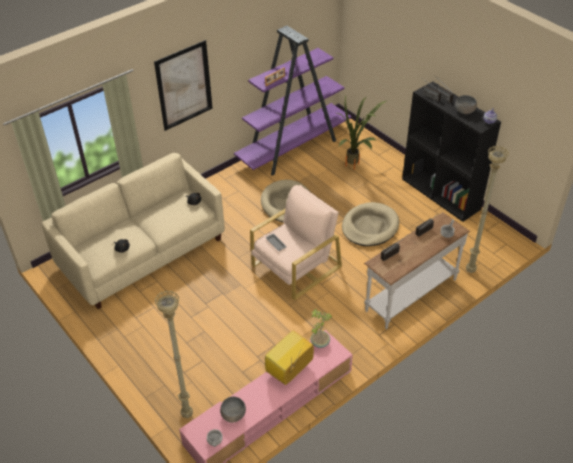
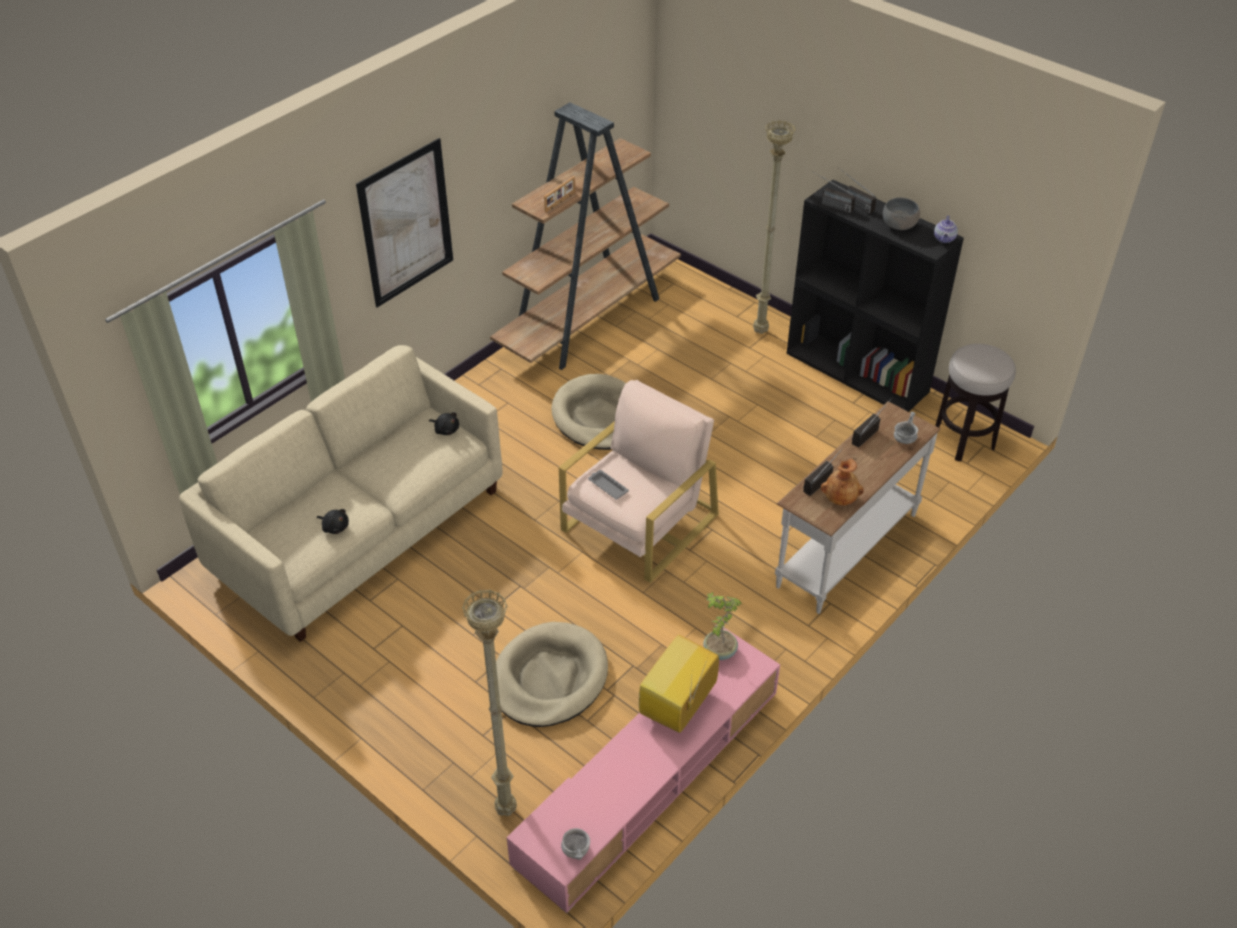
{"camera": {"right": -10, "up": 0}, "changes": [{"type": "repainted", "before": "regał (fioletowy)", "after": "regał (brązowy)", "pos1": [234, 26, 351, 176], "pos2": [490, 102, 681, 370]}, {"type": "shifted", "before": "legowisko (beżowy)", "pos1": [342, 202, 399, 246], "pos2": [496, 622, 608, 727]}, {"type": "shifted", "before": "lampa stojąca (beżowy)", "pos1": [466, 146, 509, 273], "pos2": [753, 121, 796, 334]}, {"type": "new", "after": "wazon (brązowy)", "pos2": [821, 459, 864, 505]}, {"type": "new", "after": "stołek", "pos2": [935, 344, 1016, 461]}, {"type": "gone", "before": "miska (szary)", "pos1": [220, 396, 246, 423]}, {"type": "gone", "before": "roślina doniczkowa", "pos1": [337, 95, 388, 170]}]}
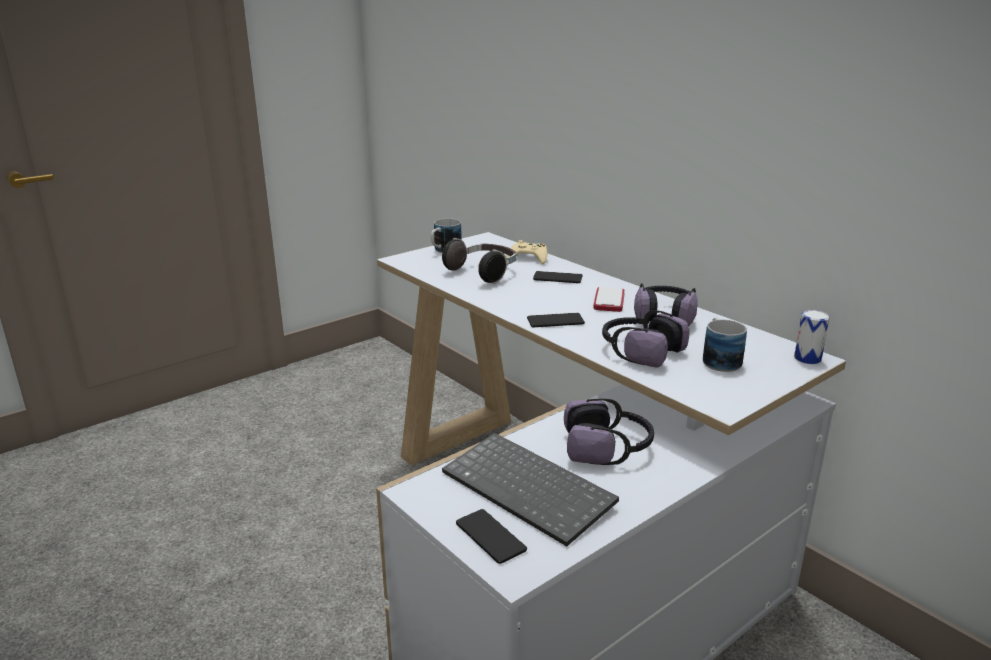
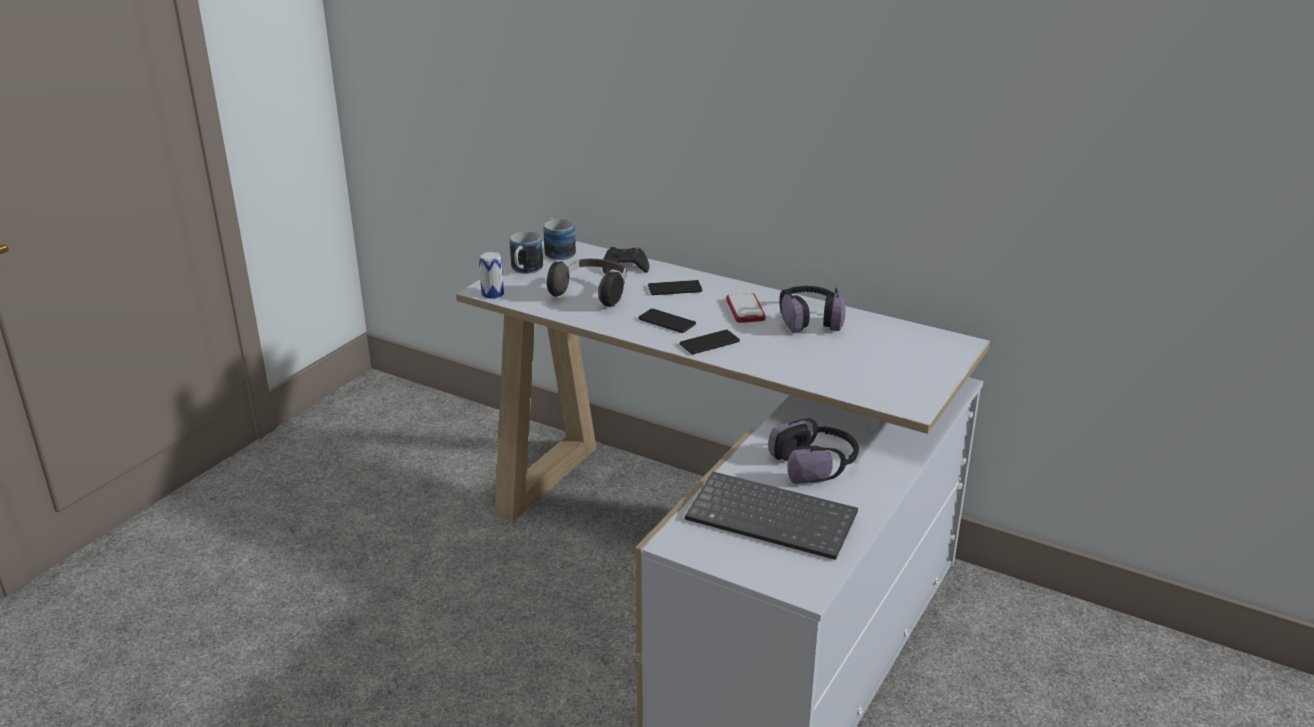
{"camera": {"right": -20, "up": 5}, "changes": [{"type": "shifted", "before": "puszka", "pos1": [794, 310, 830, 364], "pos2": [479, 251, 504, 299]}, {"type": "shifted", "before": "kubek", "pos1": [703, 317, 747, 372], "pos2": [544, 218, 576, 260]}, {"type": "repainted", "before": "pad do gier (beżowy)", "after": "pad do gier (czarny)", "pos1": [506, 240, 547, 264], "pos2": [602, 247, 649, 274]}, {"type": "shifted", "before": "telefon", "pos1": [456, 509, 527, 564], "pos2": [638, 308, 696, 333]}, {"type": "gone", "before": "słuchawki", "pos1": [602, 310, 690, 368]}]}
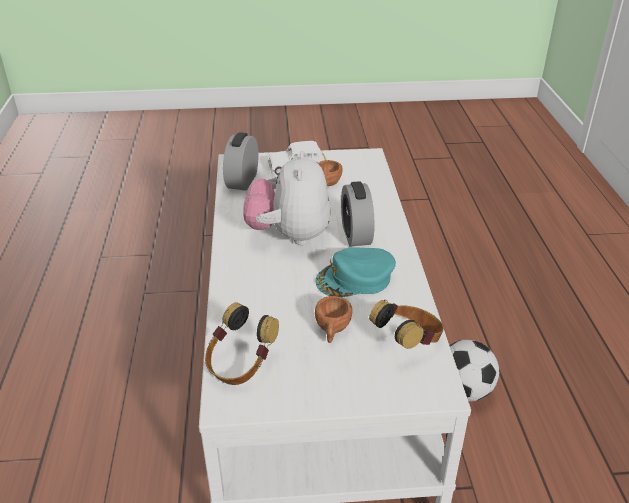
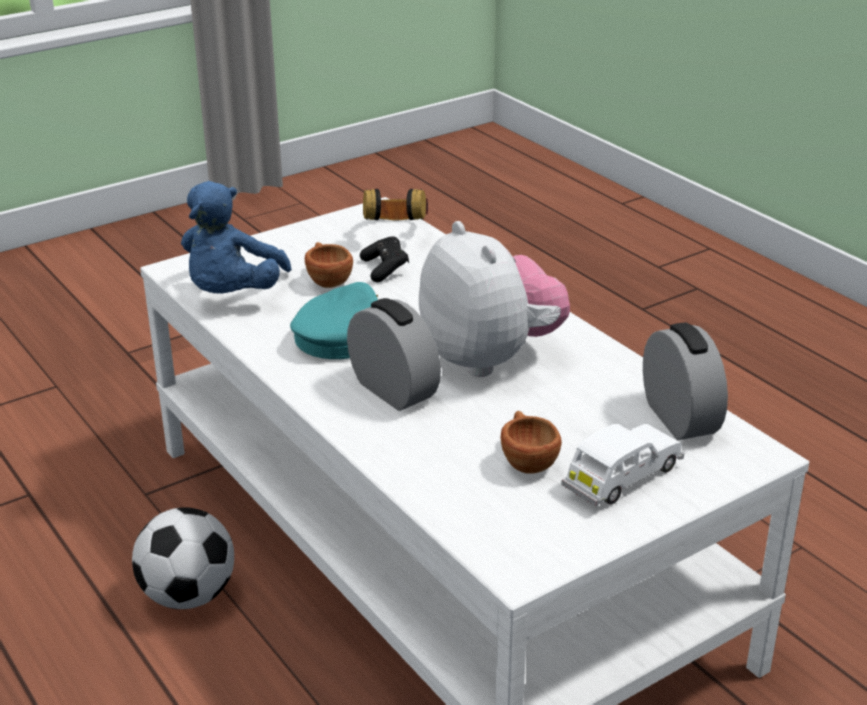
{"camera": {"right": 150, "up": -5}, "changes": [{"type": "swapped", "before": "słuchawki", "after": "pluszak (niebieski)", "pos1": [369, 300, 444, 349], "pos2": [181, 181, 292, 294]}, {"type": "new", "after": "pad do gier (czarny)", "pos2": [360, 236, 409, 282]}]}
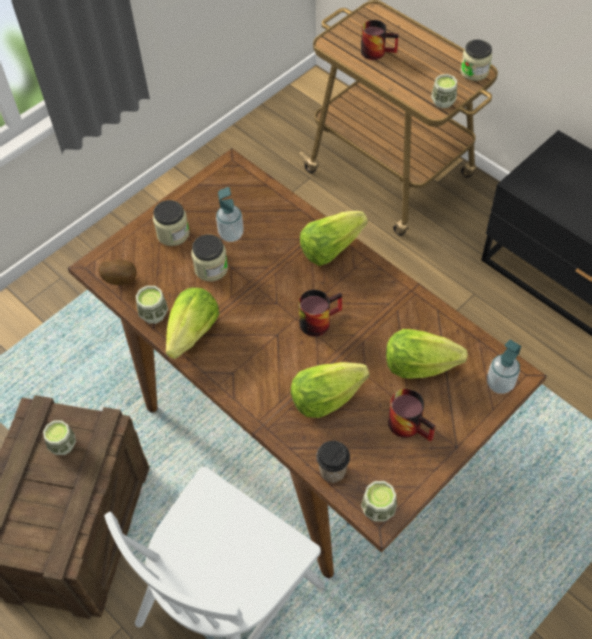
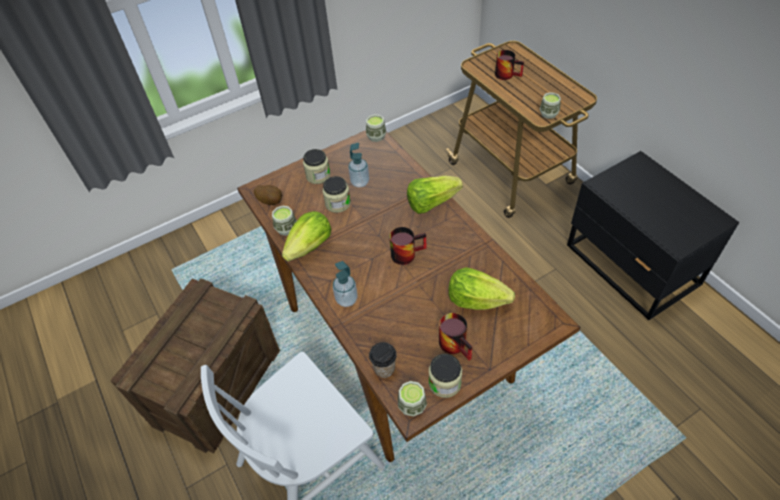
{"camera": {"right": 15, "up": -5}, "changes": [{"type": "shifted", "before": "dozownik mydła", "pos1": [487, 339, 521, 394], "pos2": [333, 261, 357, 307]}, {"type": "shifted", "before": "filiżanka", "pos1": [43, 420, 76, 455], "pos2": [366, 114, 386, 142]}, {"type": "shifted", "before": "słoik", "pos1": [461, 40, 492, 81], "pos2": [429, 354, 462, 398]}, {"type": "gone", "before": "sałata", "pos1": [291, 362, 369, 418]}]}
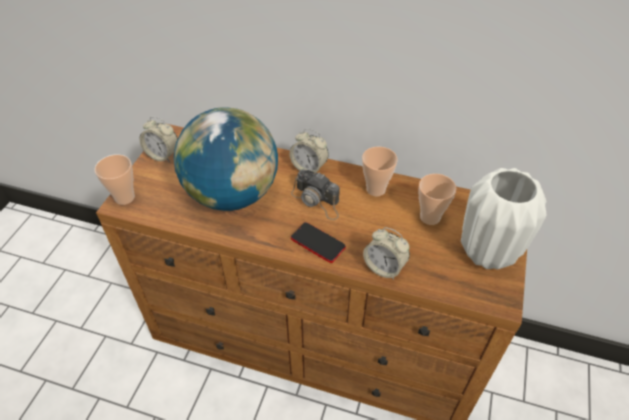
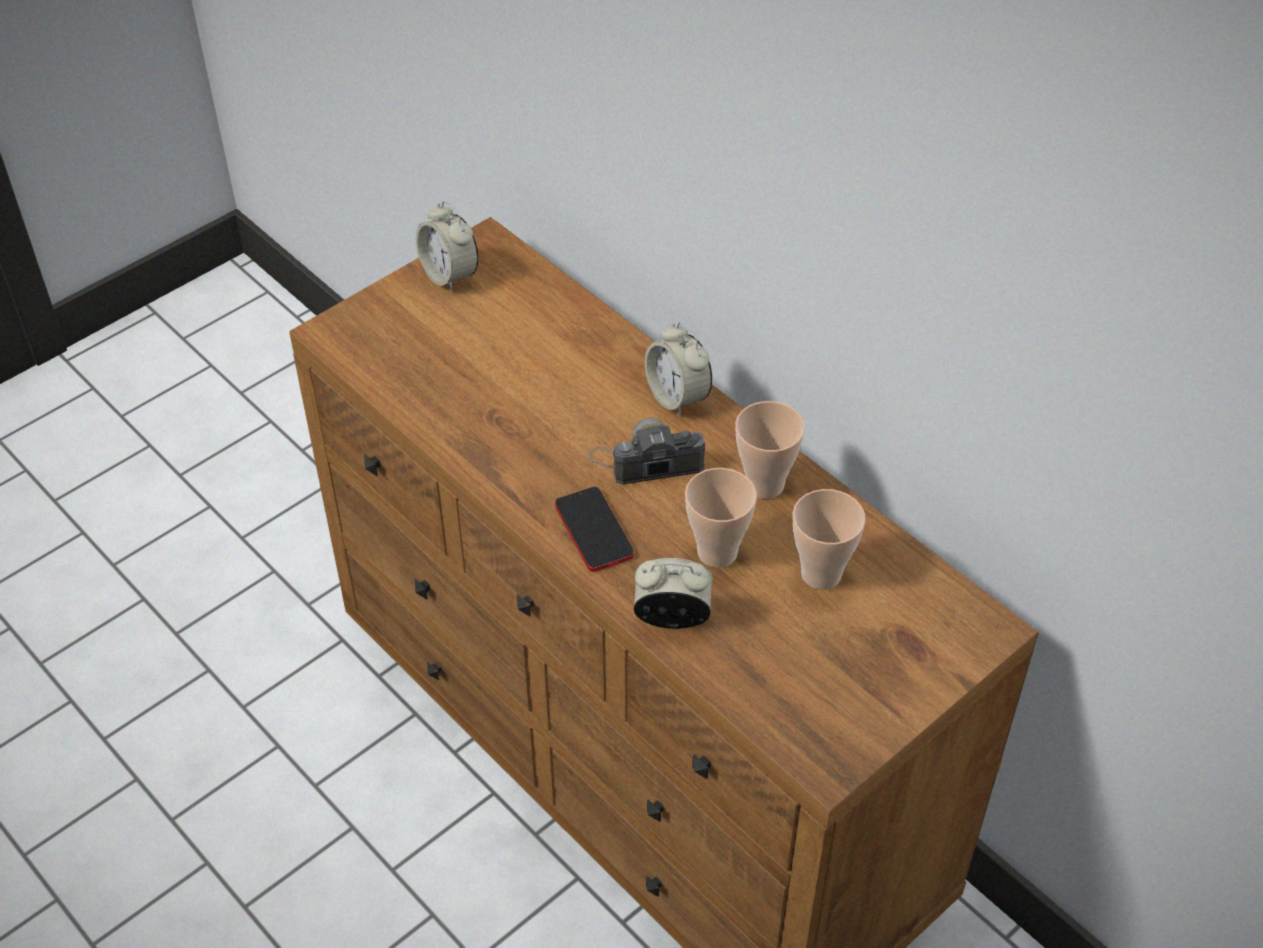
{"camera": {"right": 30, "up": 0}, "changes": [{"type": "rotated", "before": "aparat fotograficzny", "pos1": [291, 170, 340, 220], "pos2": [588, 418, 705, 484], "turn": 105}, {"type": "rotated", "before": "budzik", "pos1": [363, 227, 410, 280], "pos2": [634, 558, 713, 629], "turn": 120}, {"type": "shifted", "before": "filiżanka", "pos1": [95, 154, 135, 205], "pos2": [685, 468, 757, 568]}, {"type": "gone", "before": "globus", "pos1": [174, 107, 278, 211]}, {"type": "gone", "before": "wazon (biały)", "pos1": [461, 168, 547, 269]}]}
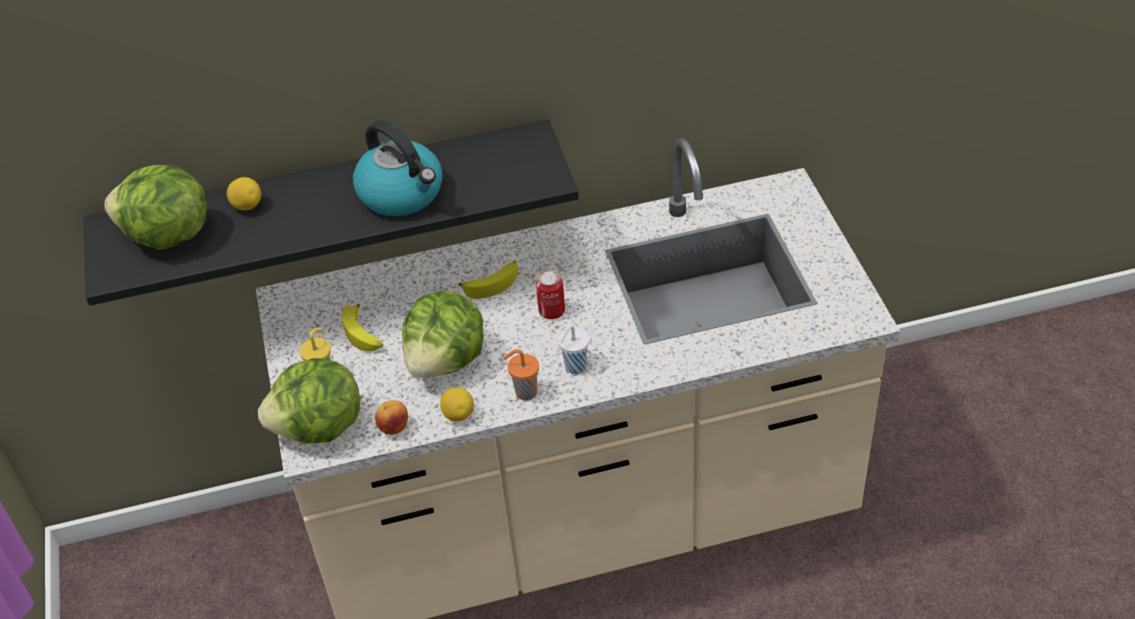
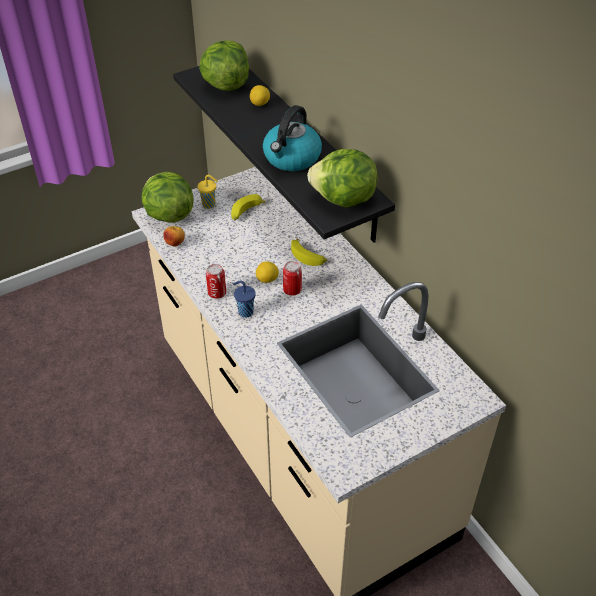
{"camera": {"right": 70, "up": 0}, "changes": [{"type": "swapped", "before": "filiżanka (pomarańczowy)", "after": "puszka", "pos1": [503, 349, 539, 400], "pos2": [206, 264, 226, 299]}, {"type": "repainted", "before": "filiżanka (biały)", "after": "filiżanka (niebieski)", "pos1": [558, 325, 589, 374], "pos2": [233, 281, 255, 318]}, {"type": "shifted", "before": "cytryna", "pos1": [440, 387, 474, 422], "pos2": [256, 261, 279, 283]}, {"type": "shifted", "before": "sałata", "pos1": [402, 291, 484, 378], "pos2": [307, 149, 378, 208]}]}
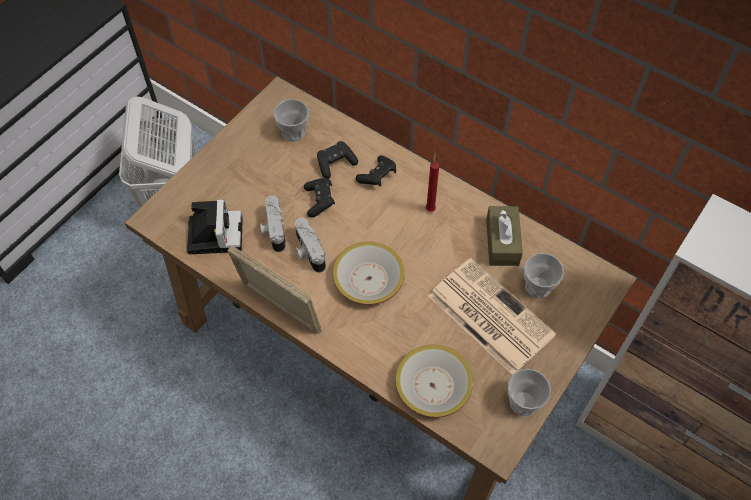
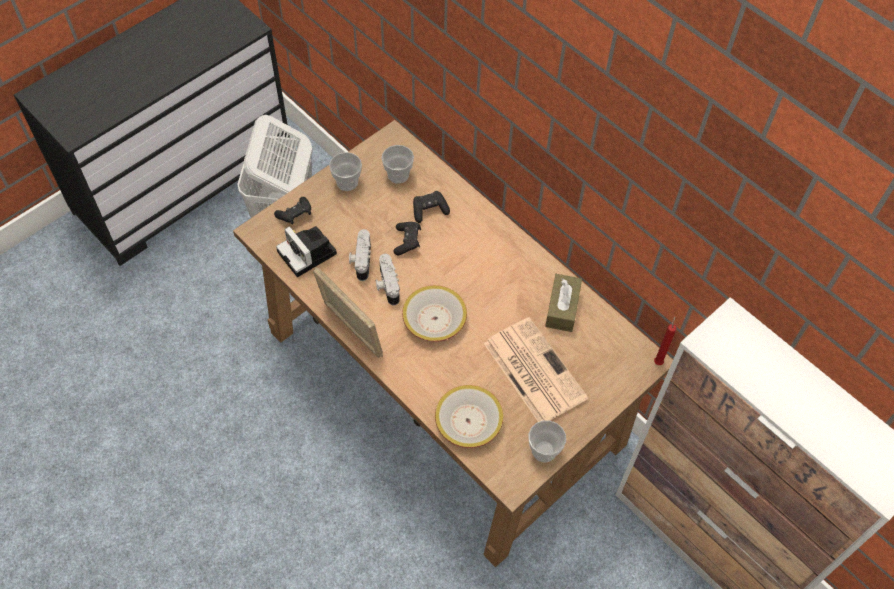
{"camera": {"right": 10, "up": 0}, "changes": [{"type": "shifted", "before": "pad do gier (czarny)", "pos1": [356, 155, 396, 186], "pos2": [274, 197, 311, 225]}, {"type": "rotated", "before": "aparat fotograficzny", "pos1": [187, 199, 243, 254], "pos2": [276, 226, 337, 277], "turn": 135}, {"type": "shifted", "before": "filiżanka", "pos1": [524, 253, 564, 298], "pos2": [329, 152, 362, 191]}, {"type": "shifted", "before": "świeca (czerwony)", "pos1": [426, 152, 439, 212], "pos2": [654, 317, 677, 365]}]}
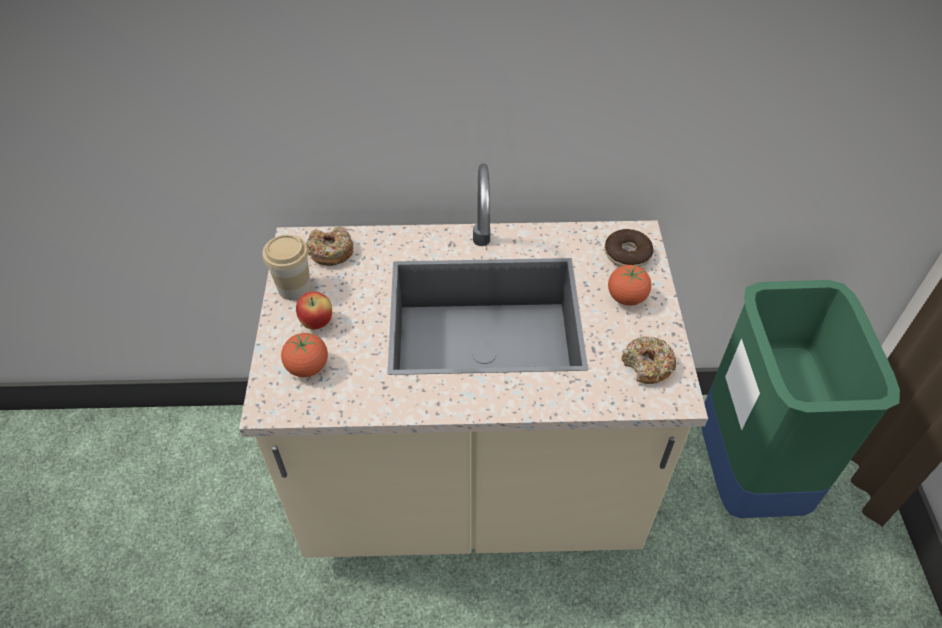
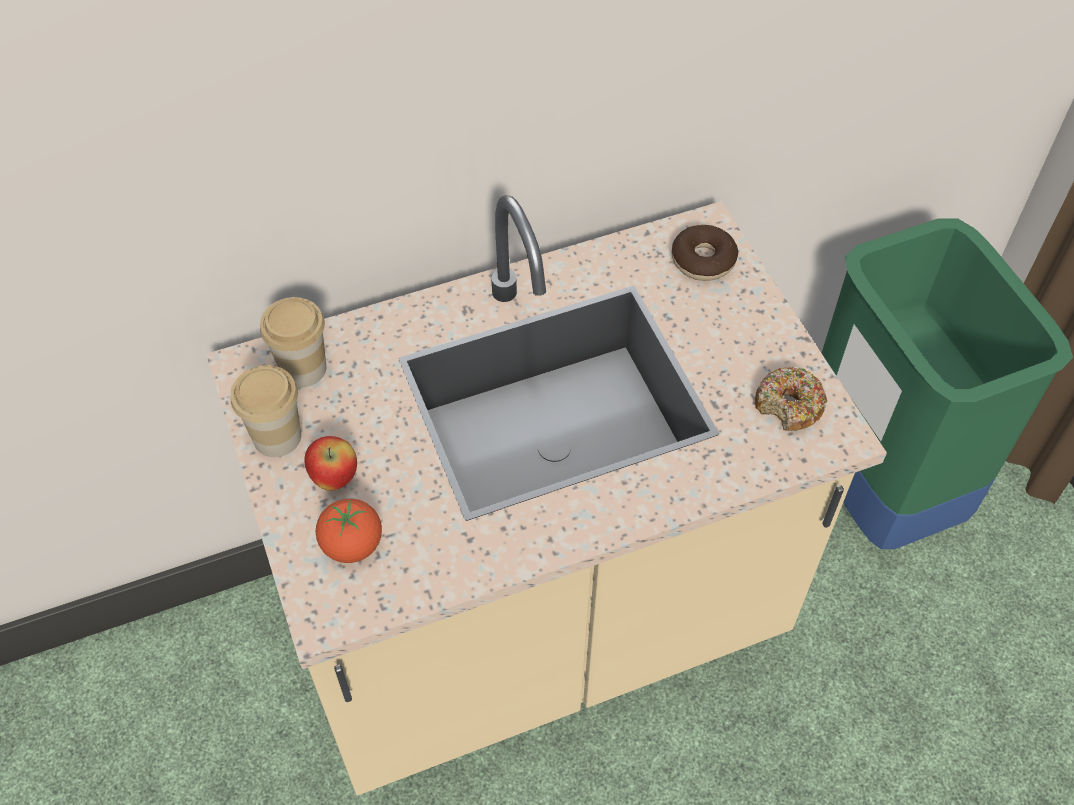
{"camera": {"right": -20, "up": 5}, "changes": [{"type": "swapped", "before": "donut", "after": "filiżanka", "pos1": [306, 226, 354, 266], "pos2": [260, 297, 326, 387]}, {"type": "gone", "before": "pomidor", "pos1": [608, 264, 651, 306]}]}
